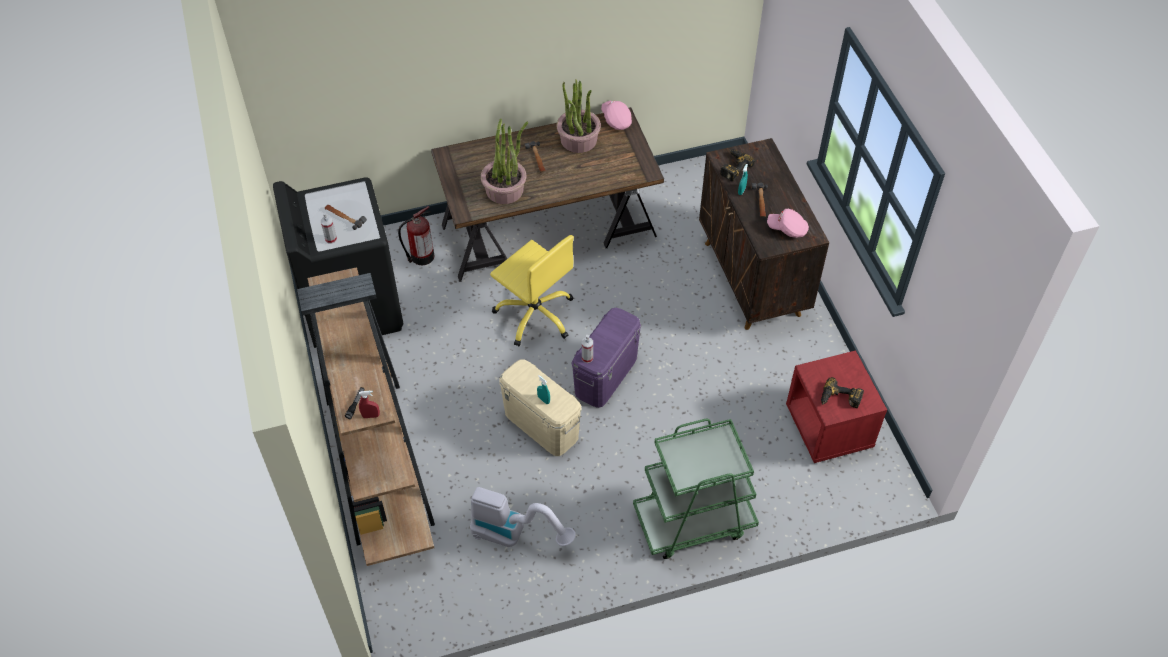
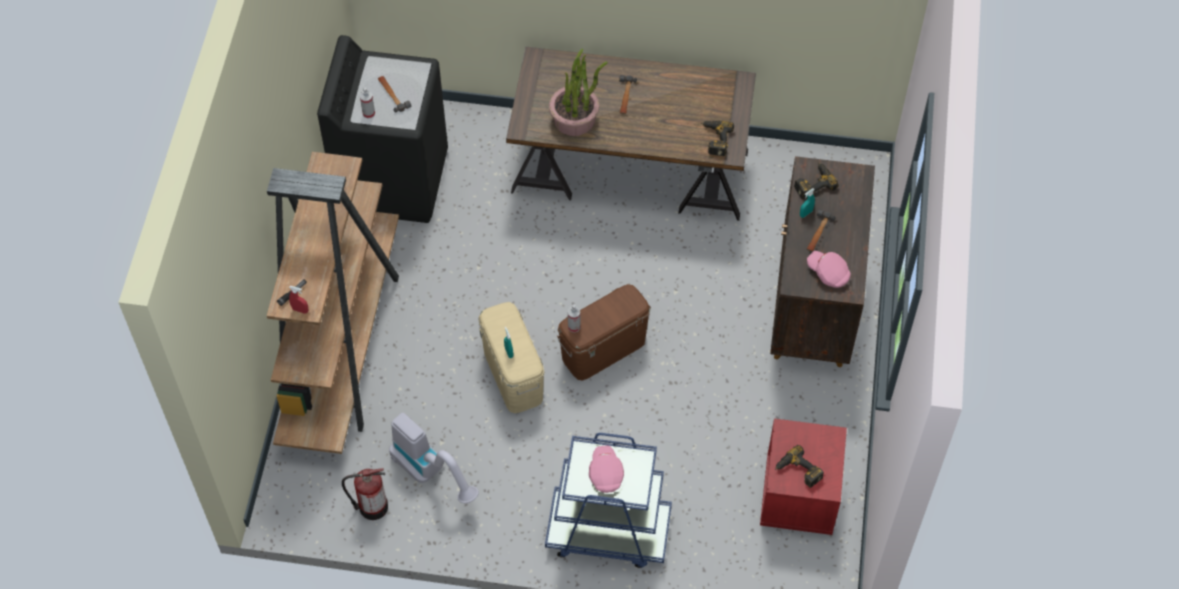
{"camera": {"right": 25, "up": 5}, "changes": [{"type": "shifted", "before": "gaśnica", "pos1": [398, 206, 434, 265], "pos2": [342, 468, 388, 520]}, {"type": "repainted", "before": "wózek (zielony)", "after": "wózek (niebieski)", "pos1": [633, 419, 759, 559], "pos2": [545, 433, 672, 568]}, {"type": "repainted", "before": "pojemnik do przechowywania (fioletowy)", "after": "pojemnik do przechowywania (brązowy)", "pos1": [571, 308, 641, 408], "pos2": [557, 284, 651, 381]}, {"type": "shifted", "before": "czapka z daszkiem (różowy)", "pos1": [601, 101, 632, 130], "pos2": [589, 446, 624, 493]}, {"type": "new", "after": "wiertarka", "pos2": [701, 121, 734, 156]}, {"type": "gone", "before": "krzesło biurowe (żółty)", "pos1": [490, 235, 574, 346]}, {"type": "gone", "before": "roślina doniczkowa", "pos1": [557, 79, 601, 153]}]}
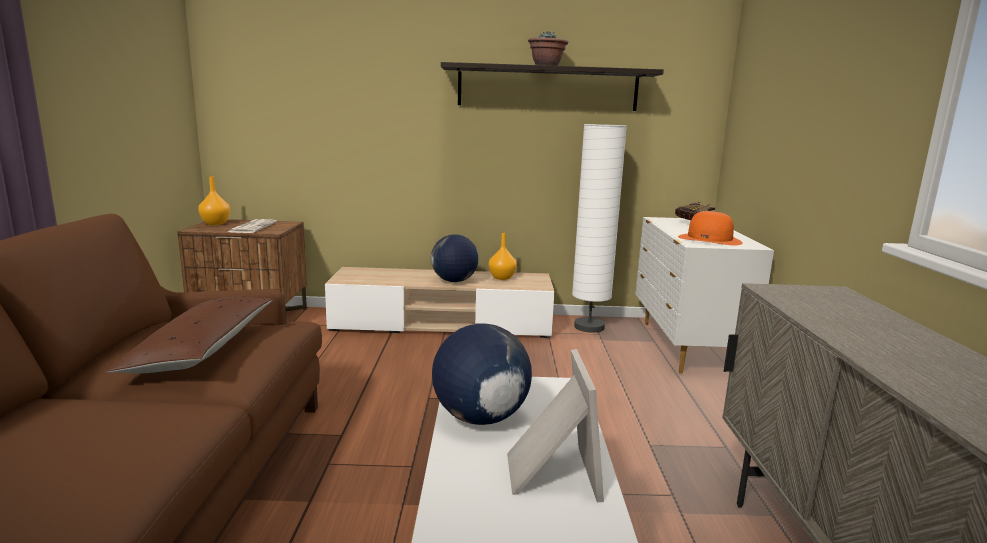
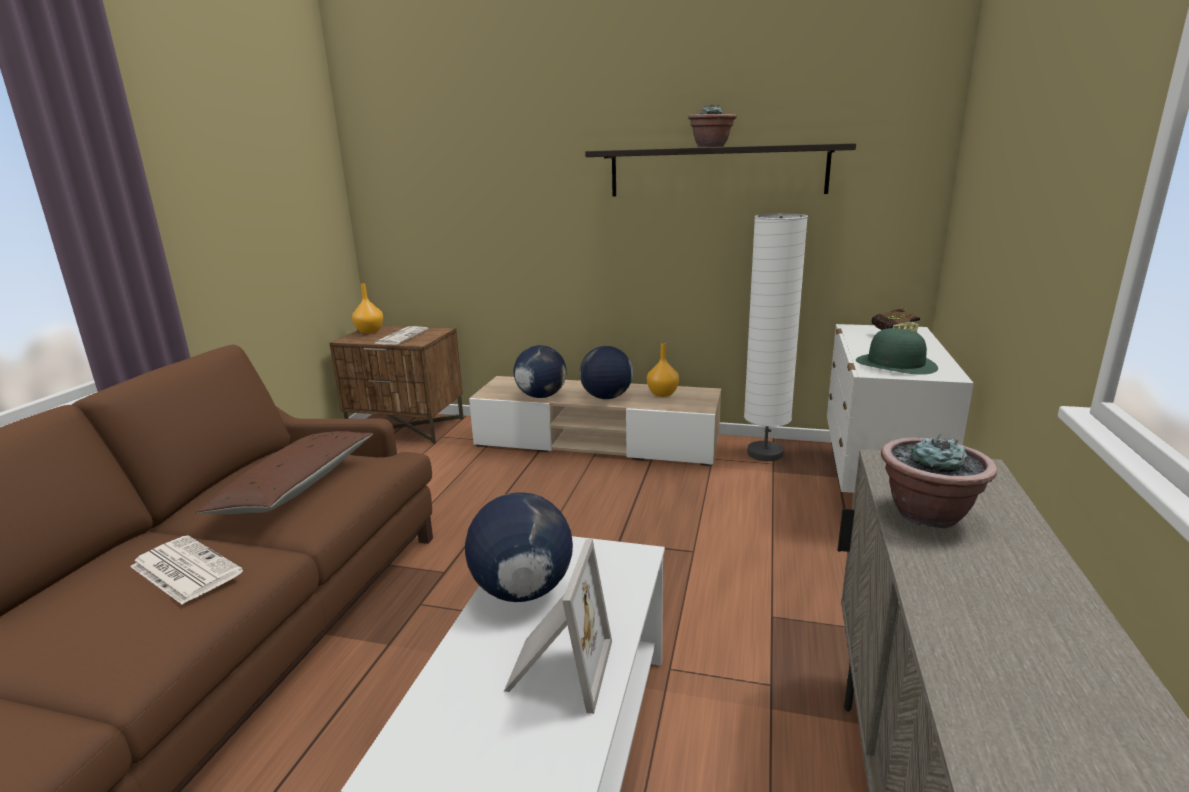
{"camera": {"right": 15, "up": 5}, "changes": [{"type": "new", "after": "gazeta", "pos2": [130, 535, 243, 605]}, {"type": "new", "after": "globus", "pos2": [514, 345, 567, 398]}, {"type": "repainted", "before": "kapelusz (pomarańczowy)", "after": "kapelusz (zielony)", "pos1": [678, 211, 743, 245], "pos2": [856, 328, 938, 375]}, {"type": "new", "after": "roślina doniczkowa", "pos2": [881, 434, 997, 528]}]}
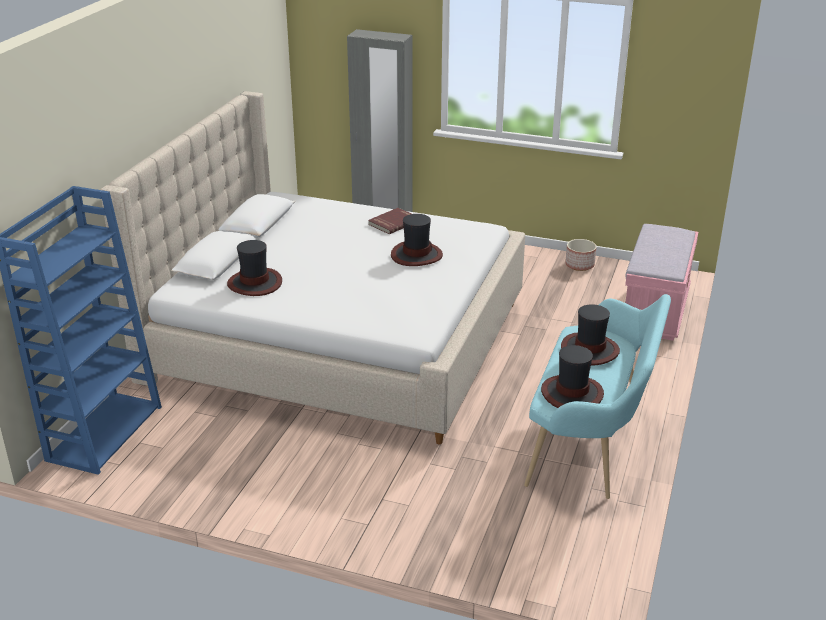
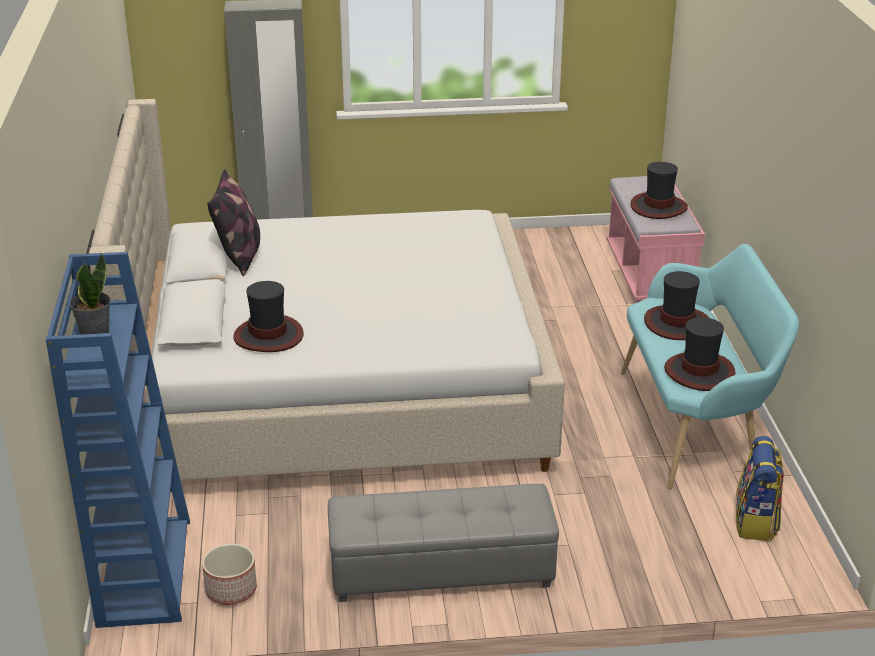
{"camera": {"right": -25, "up": 0}, "changes": [{"type": "new", "after": "roślina doniczkowa", "pos2": [70, 253, 110, 335]}, {"type": "shifted", "before": "donica", "pos1": [565, 239, 597, 271], "pos2": [202, 544, 257, 605]}, {"type": "new", "after": "poduszka", "pos2": [207, 169, 260, 276]}, {"type": "new", "after": "pufa (szary)", "pos2": [328, 484, 559, 602]}, {"type": "shifted", "before": "kapelusz", "pos1": [391, 214, 443, 266], "pos2": [630, 162, 688, 219]}, {"type": "new", "after": "plecak", "pos2": [736, 436, 784, 541]}, {"type": "gone", "before": "książka (czerwony)", "pos1": [368, 208, 412, 234]}]}
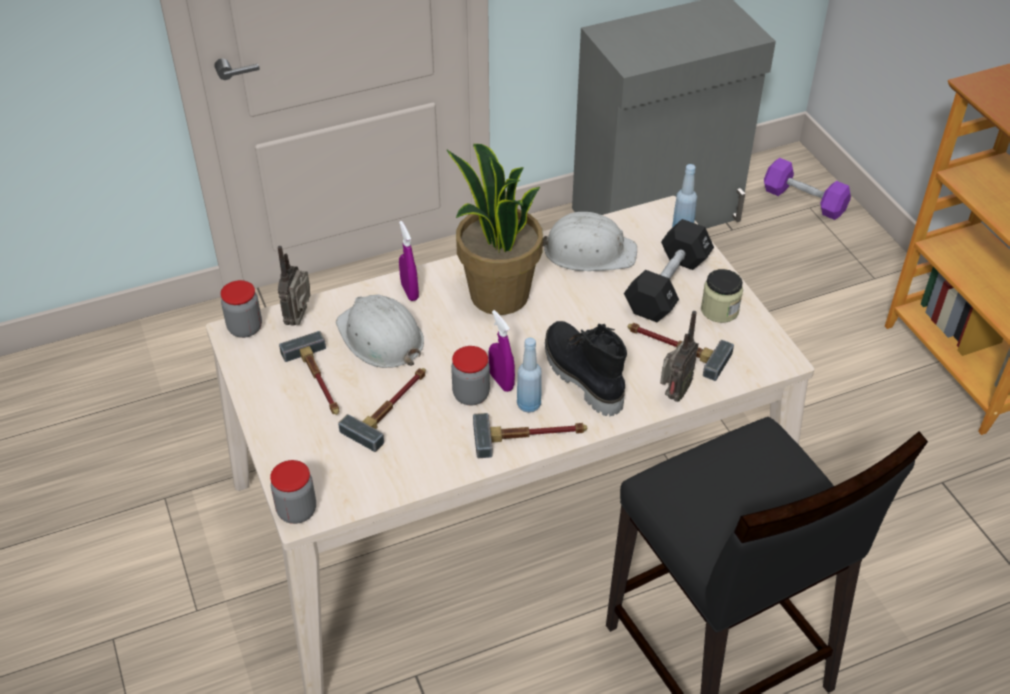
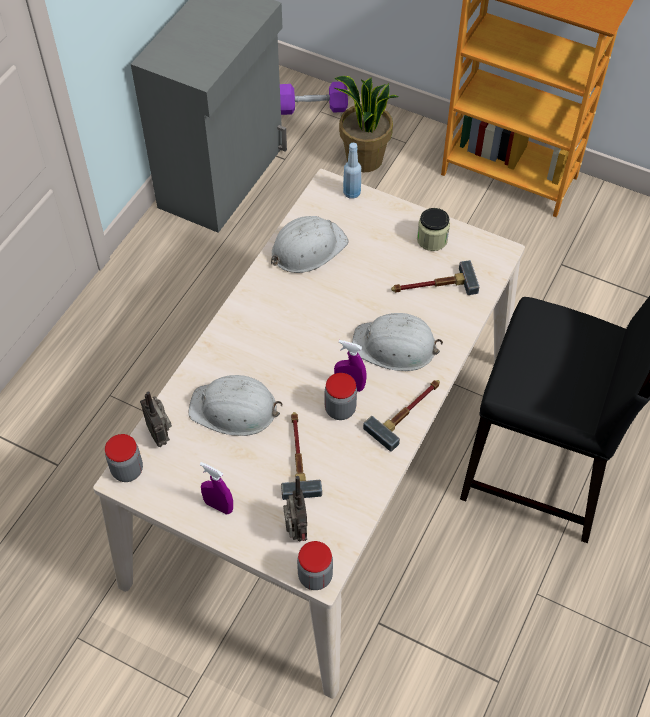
{"camera": {"right": -40, "up": 10}, "changes": [{"type": "shifted", "before": "spryskiwacz (fioletowy)", "pos1": [399, 221, 419, 301], "pos2": [200, 462, 233, 515]}, {"type": "shifted", "before": "radio", "pos1": [660, 311, 698, 402], "pos2": [283, 476, 307, 542]}, {"type": "shifted", "before": "roślina doniczkowa", "pos1": [447, 144, 543, 315], "pos2": [334, 76, 399, 172]}, {"type": "swapped", "before": "but z cholewką (czarny)", "after": "kask (biały)", "pos1": [545, 321, 627, 417], "pos2": [352, 313, 443, 371]}, {"type": "gone", "before": "młotek", "pos1": [279, 331, 340, 415]}, {"type": "gone", "before": "butelka (niebieski)", "pos1": [517, 338, 542, 413]}, {"type": "gone", "before": "hantel (czarny)", "pos1": [624, 219, 714, 322]}]}
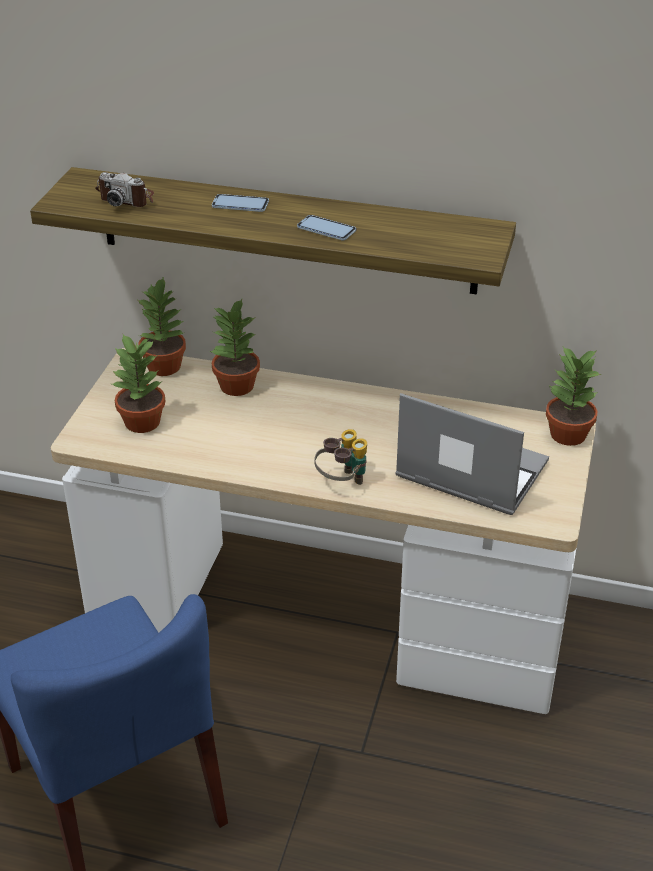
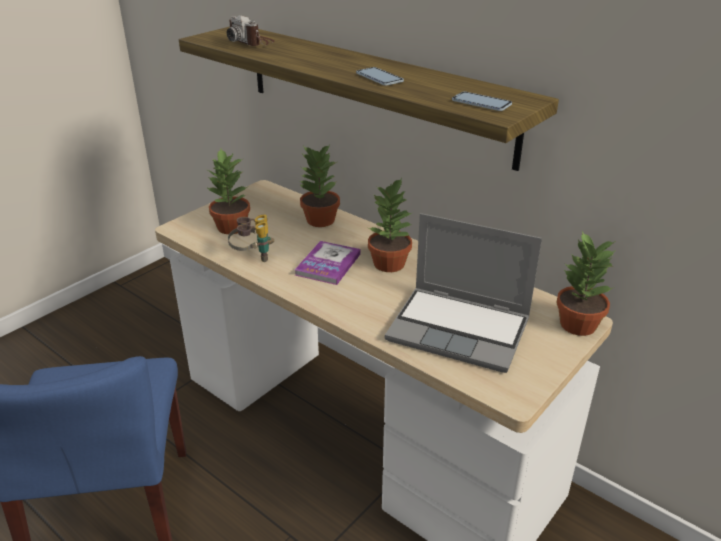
{"camera": {"right": 25, "up": -5}, "changes": [{"type": "shifted", "before": "lornetka", "pos1": [314, 429, 367, 485], "pos2": [228, 214, 274, 262]}, {"type": "new", "after": "książka", "pos2": [295, 241, 361, 285]}, {"type": "shifted", "before": "roślina doniczkowa", "pos1": [136, 276, 186, 376], "pos2": [368, 178, 412, 272]}, {"type": "rotated", "before": "laptop", "pos1": [395, 393, 549, 515], "pos2": [385, 213, 542, 373], "turn": 150}, {"type": "shifted", "before": "telefon", "pos1": [212, 194, 269, 212], "pos2": [452, 91, 512, 111]}]}
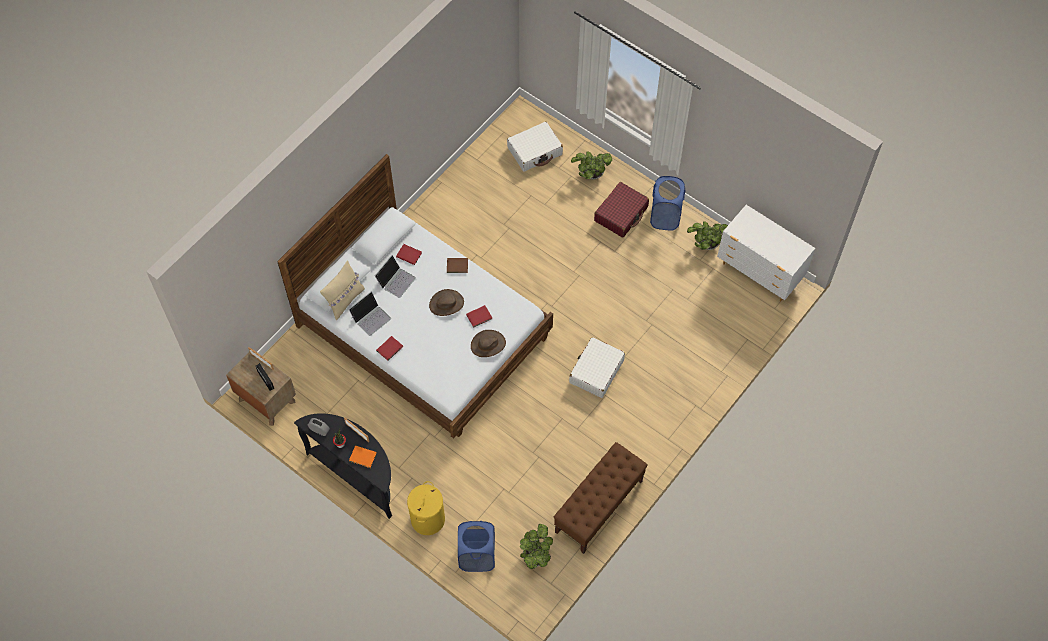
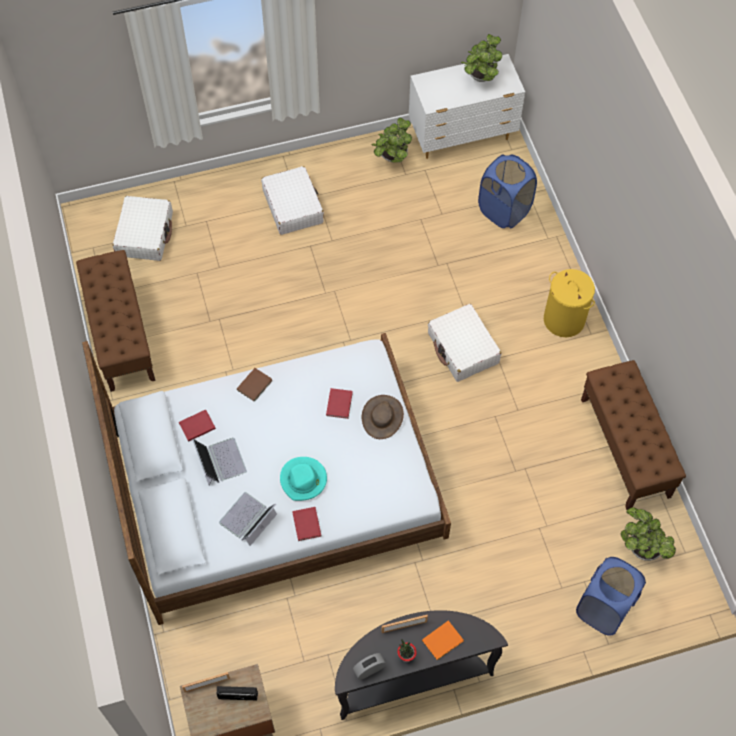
{"camera": {"right": -55, "up": 0}, "changes": [{"type": "new", "after": "ławka (brązowy)", "pos2": [76, 250, 155, 392]}, {"type": "rotated", "before": "laptop", "pos1": [349, 292, 391, 336], "pos2": [219, 492, 277, 546], "turn": -135}, {"type": "repainted", "before": "walizka (czerwony)", "after": "walizka (biały)", "pos1": [594, 182, 649, 238], "pos2": [261, 166, 324, 235]}, {"type": "new", "after": "kapelusz (turkusowy)", "pos2": [280, 457, 327, 501]}, {"type": "shifted", "before": "roślina doniczkowa", "pos1": [571, 151, 612, 179], "pos2": [461, 34, 502, 82]}, {"type": "shifted", "before": "kosz na pranie (niebieski)", "pos1": [650, 176, 685, 231], "pos2": [478, 154, 537, 228]}, {"type": "shifted", "before": "kosz na pranie (żółty)", "pos1": [407, 481, 445, 535], "pos2": [544, 269, 595, 337]}, {"type": "gone", "before": "poduszka (beżowy)", "pos1": [320, 260, 365, 320]}, {"type": "gone", "before": "kapelusz (brązowy)", "pos1": [429, 289, 464, 316]}]}
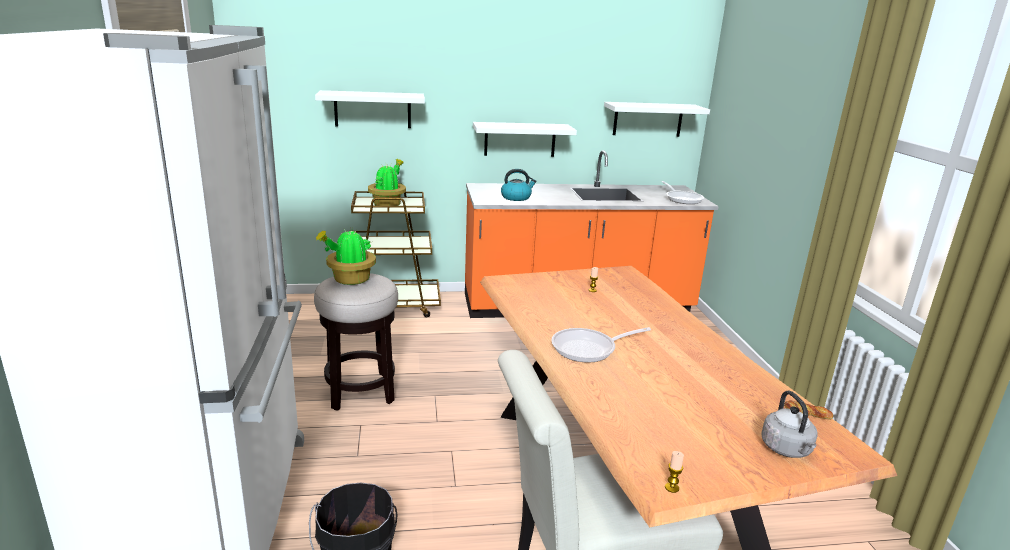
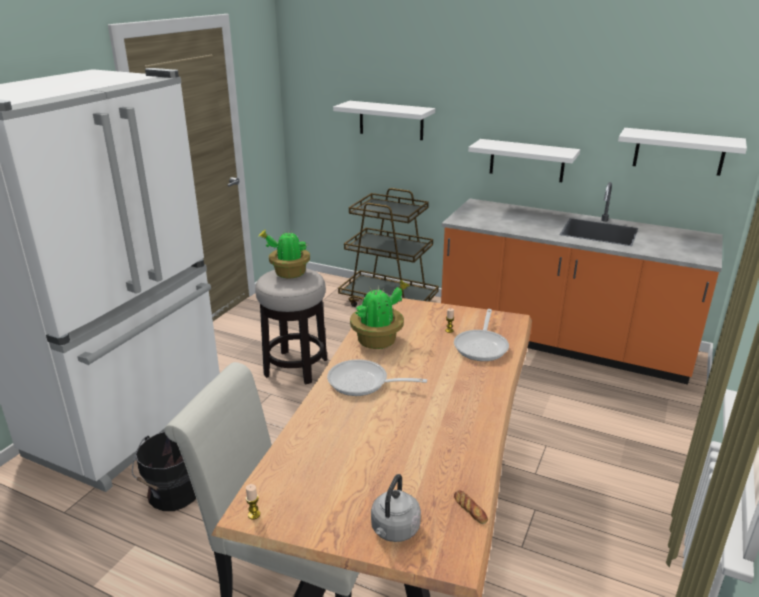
{"camera": {"right": 35, "up": 5}, "changes": [{"type": "shifted", "before": "roślina doniczkowa", "pos1": [368, 159, 406, 208], "pos2": [350, 280, 409, 349]}, {"type": "shifted", "before": "patelnia", "pos1": [661, 181, 704, 204], "pos2": [454, 309, 509, 361]}, {"type": "gone", "before": "czajnik", "pos1": [501, 169, 537, 201]}]}
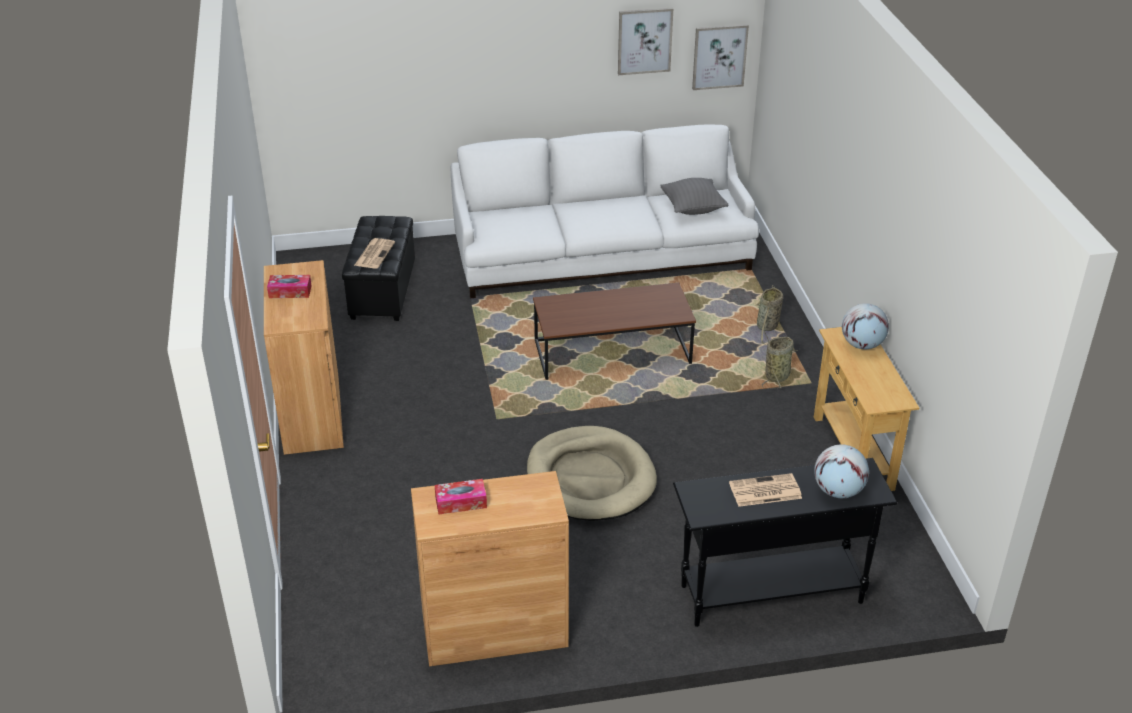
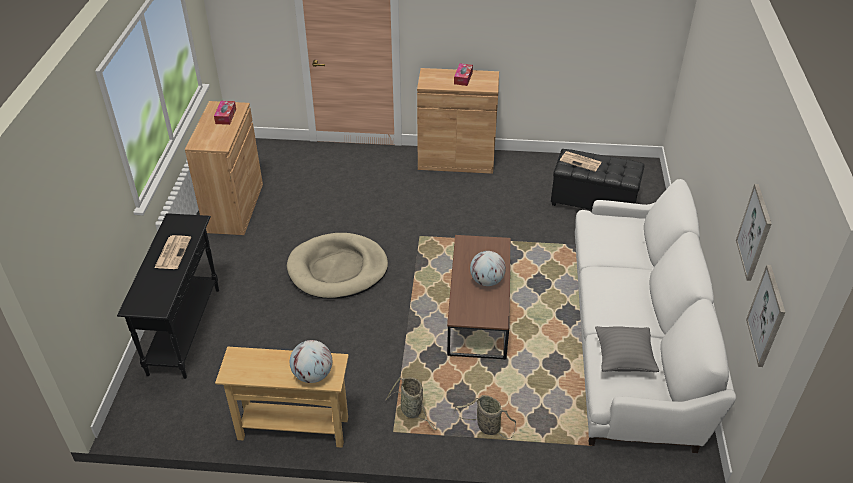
{"camera": {"right": 105, "up": 5}, "changes": [{"type": "shifted", "before": "globus", "pos1": [814, 444, 869, 498], "pos2": [470, 251, 506, 286]}]}
